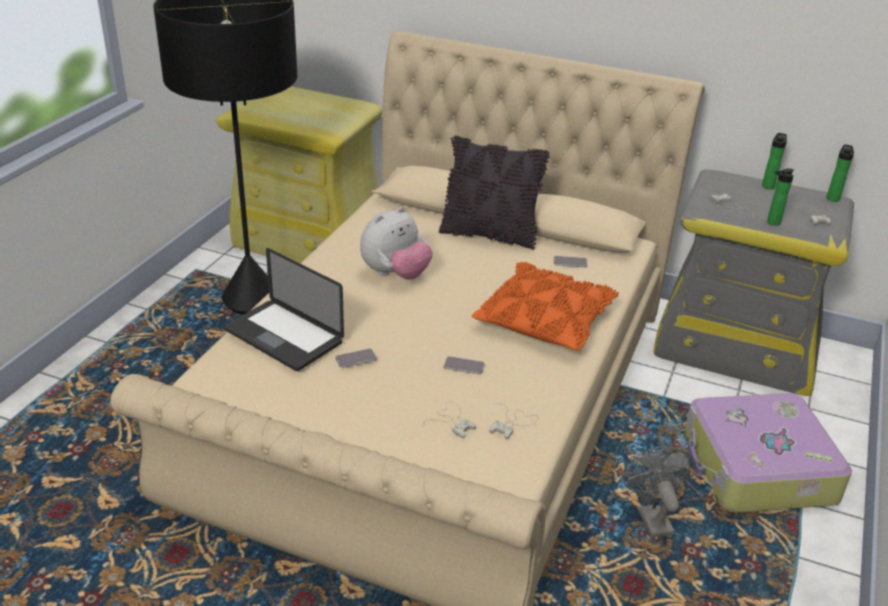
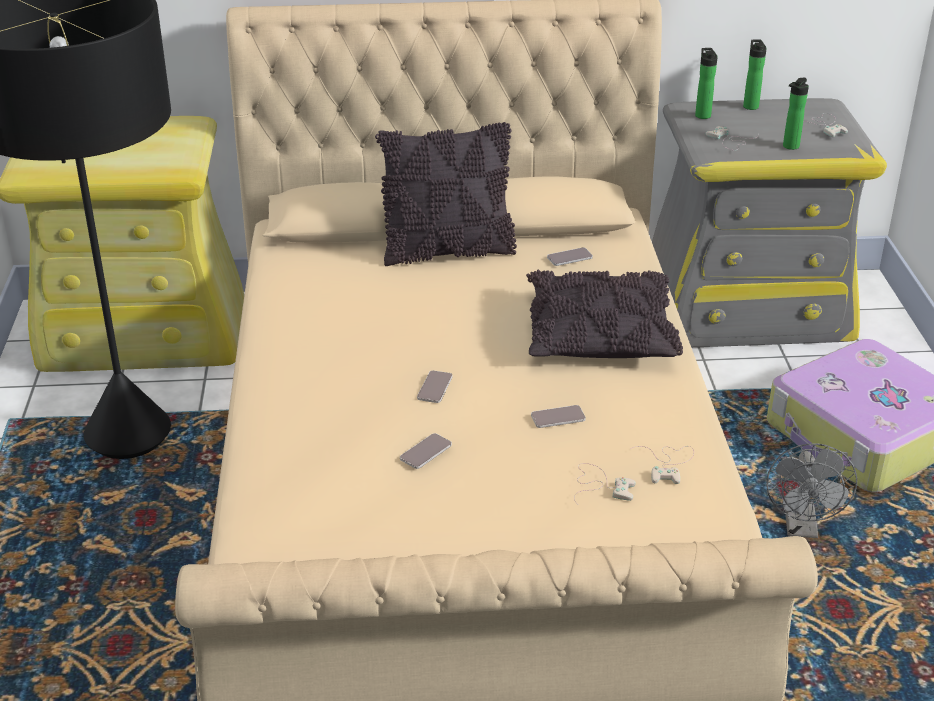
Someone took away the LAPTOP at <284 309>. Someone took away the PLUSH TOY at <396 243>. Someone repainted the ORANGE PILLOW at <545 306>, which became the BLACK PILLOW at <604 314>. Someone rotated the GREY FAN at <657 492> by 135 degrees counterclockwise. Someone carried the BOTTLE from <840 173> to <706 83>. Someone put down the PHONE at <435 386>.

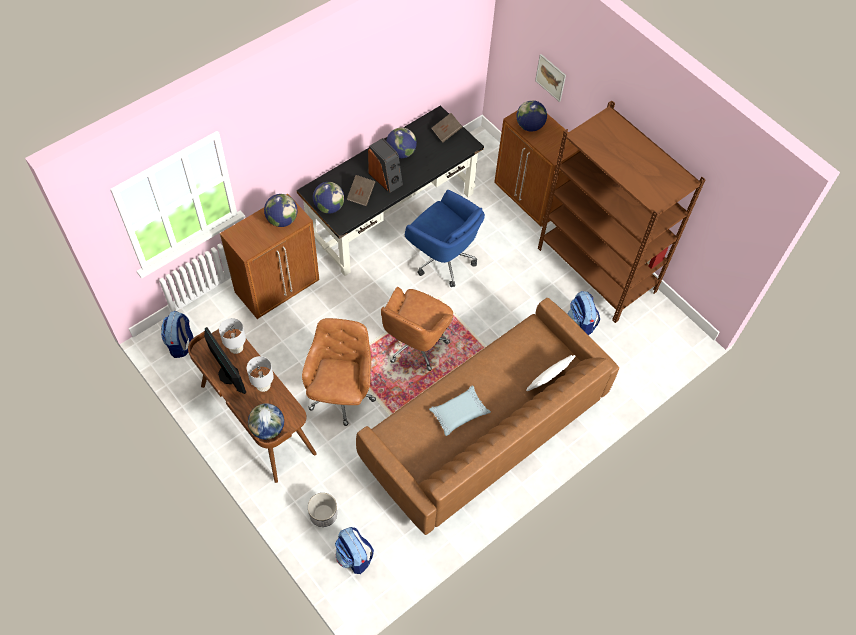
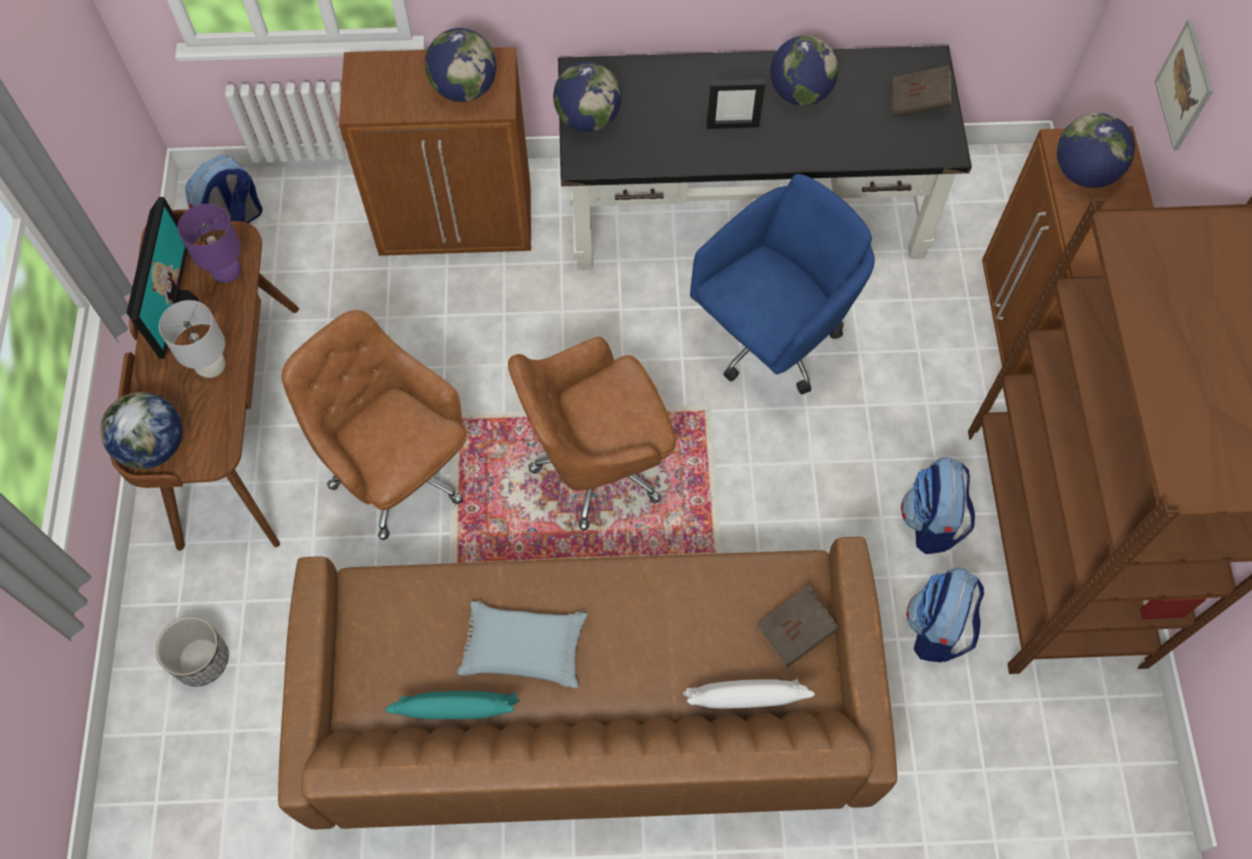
Someone repainted the GREY TABLE LAMP at <232 336>, which became the PURPLE TABLE LAMP at <209 243>. Someone rotated the BROWN OFFICE CHAIR at <339 372> by 90 degrees counterclockwise. Someone carried the BACKPACK from <354 550> to <938 505>. Someone carried the BROWN BOOK from <361 190> to <798 626>. Someone swapped the SPEAKER at <385 165> for the PICTURE FRAME at <736 104>. Someone rotated the BLUE OFFICE CHAIR at <445 238> by 120 degrees counterclockwise. Someone put down the TURQUOISE PILLOW at <452 705>.

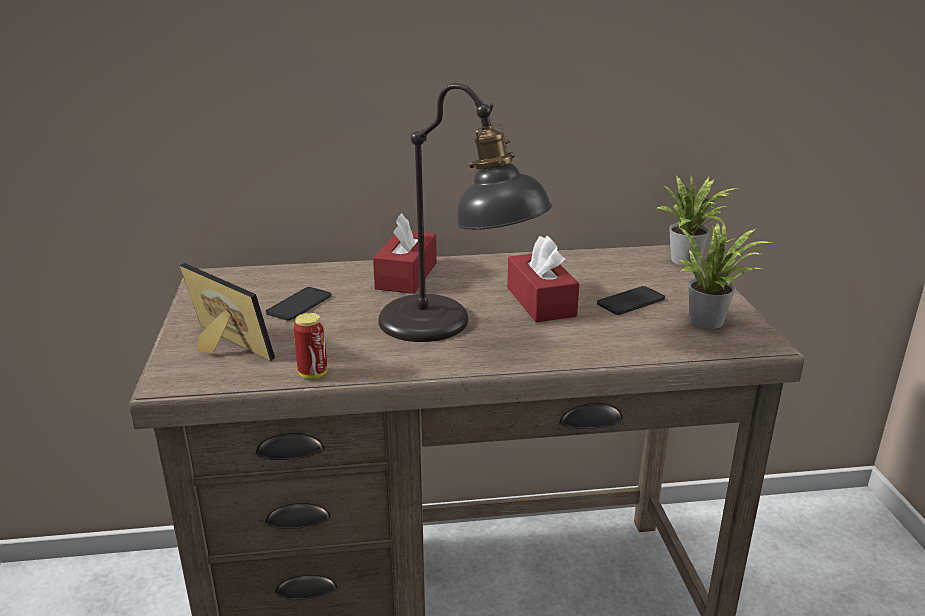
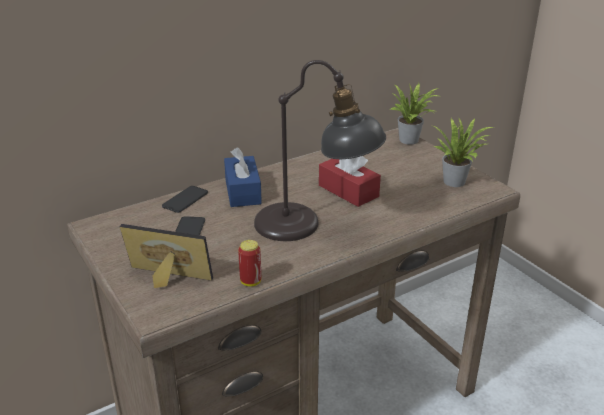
Someone repainted the RED TISSUE BOX at <405 253>, which became the BLUE TISSUE BOX at <243 177>. Someone carried the PHONE from <631 300> to <185 199>.

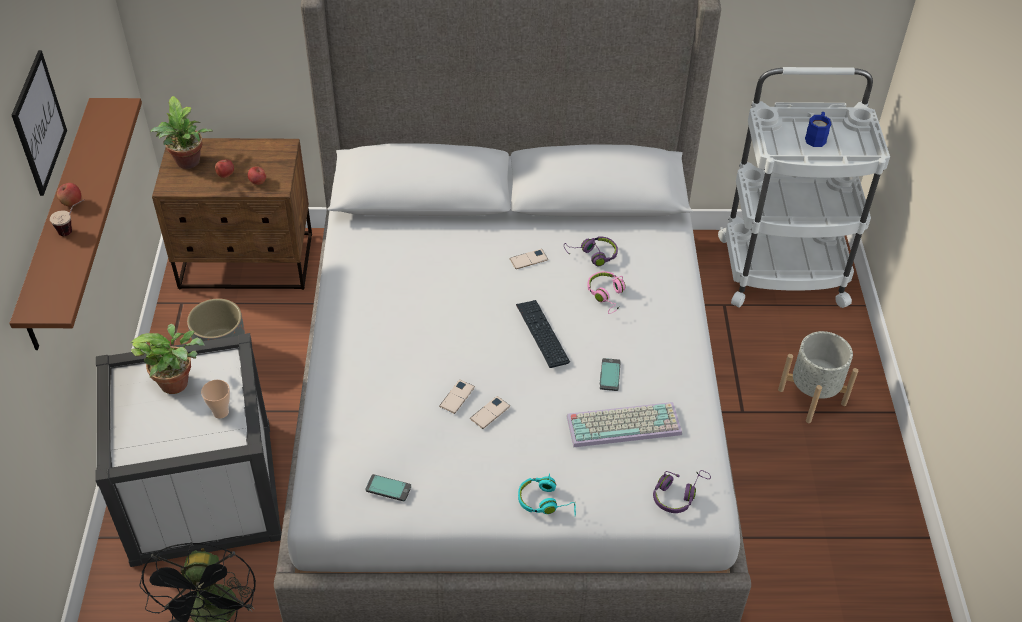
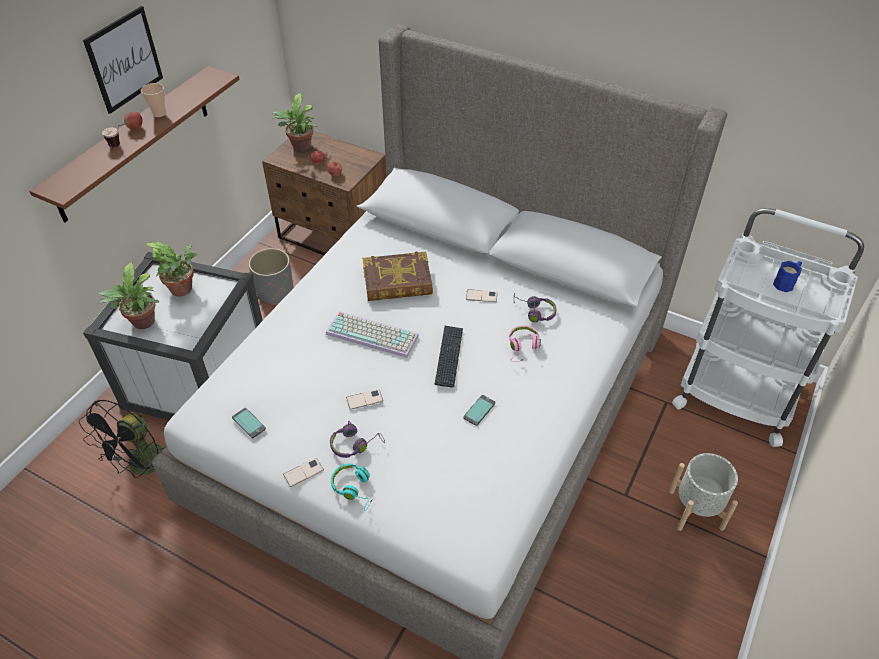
Someone carried the CUP from <215 399> to <153 100>. Someone carried the PHONE from <457 397> to <303 472>. Someone carried the KEYBOARD from <624 424> to <372 334>. Someone carried the PURPLE HEADPHONES from <682 491> to <357 439>. Someone put down the POTTED PLANT at <128 295>. Someone put down the BOOK at <397 276>.

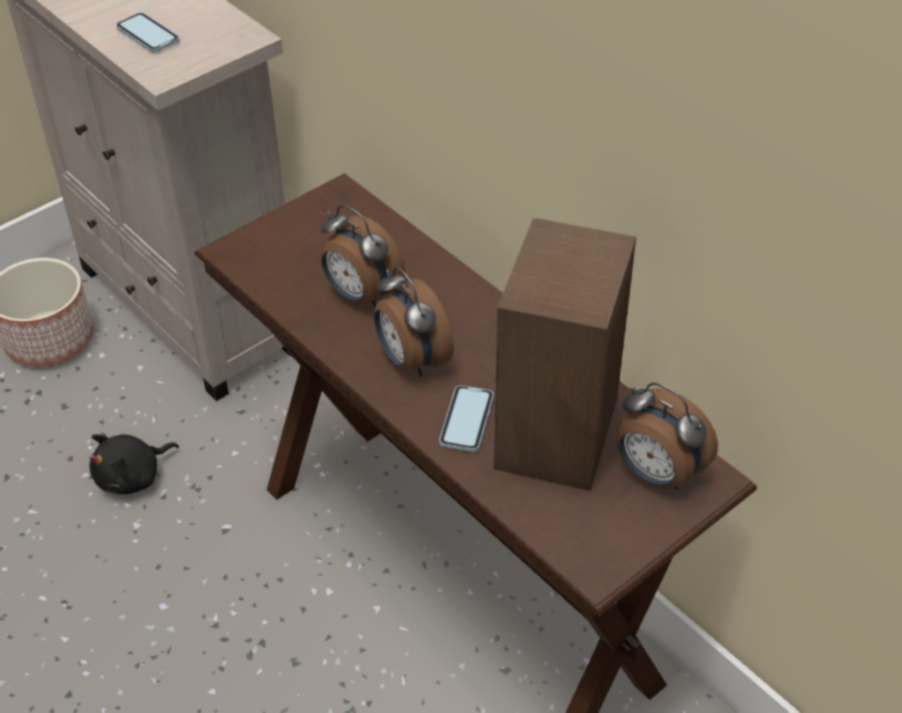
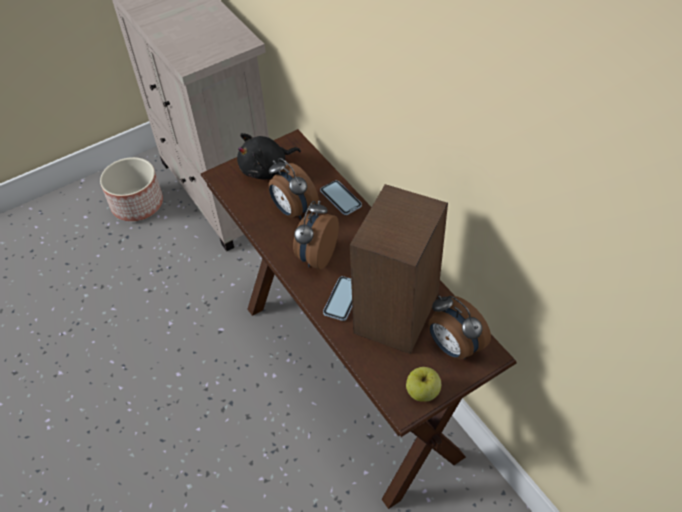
Someone carried the BLACK PLUSH TOY from <134 464> to <269 156>. Someone carried the PHONE from <147 32> to <341 197>. Someone rotated the ALARM CLOCK at <414 322> by 45 degrees clockwise. Someone put down the APPLE at <423 384>.

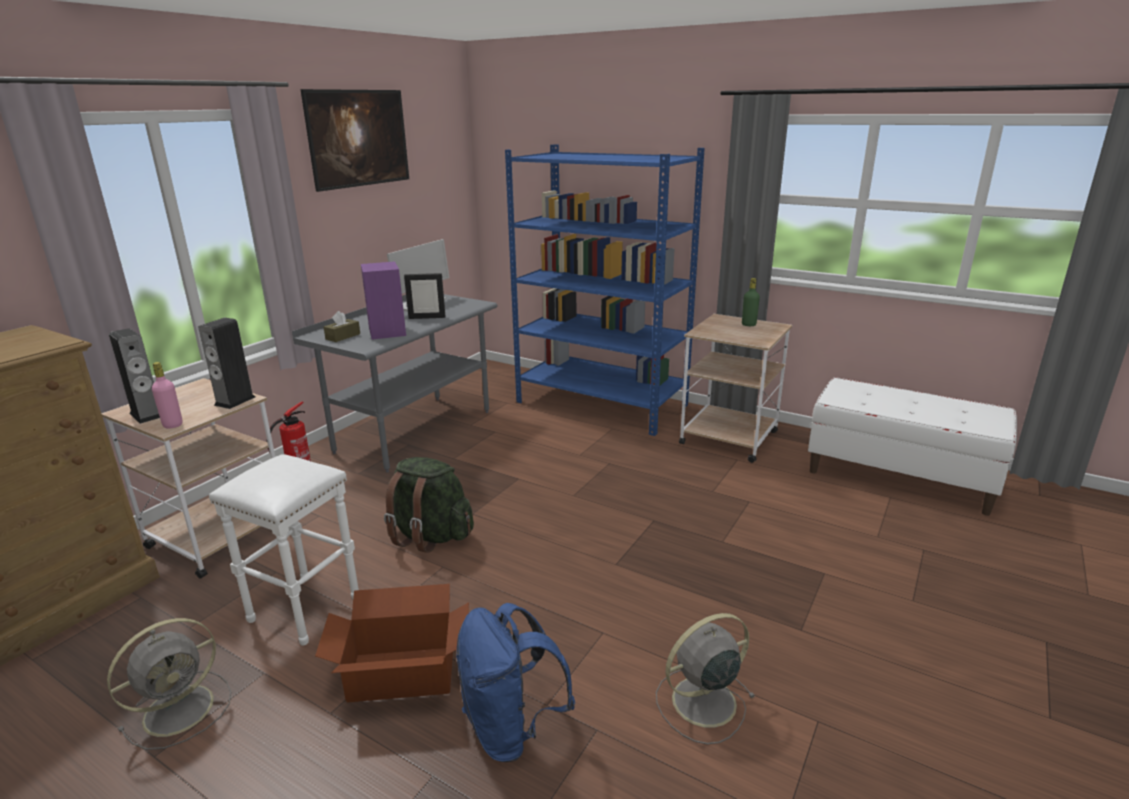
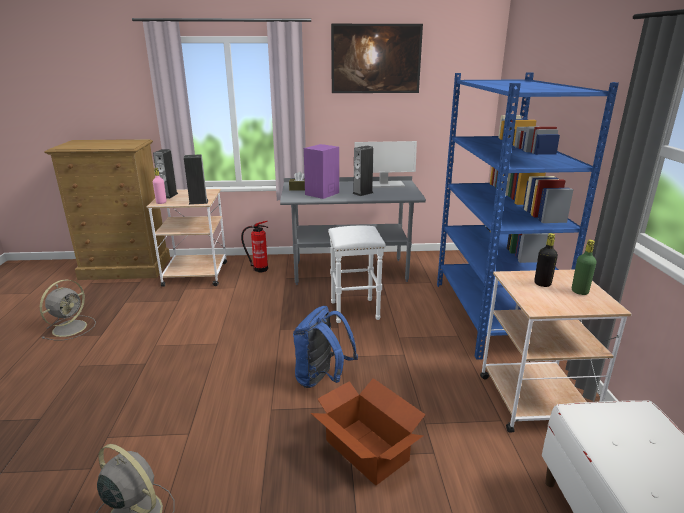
Someone rotated the GREY FAN at <169 684> by 75 degrees counterclockwise. Someone carried the WHITE STOOL from <284 550> to <357 274>. Someone carried the CARDBOARD BOX from <392 643> to <368 432>. Someone took away the GREEN BACKPACK at <429 505>. Someone swapped the PICTURE FRAME at <425 296> for the SPEAKER at <362 171>. Someone carried the BLUE BACKPACK from <515 682> to <325 347>. Someone put down the BLACK BOTTLE at <546 260>.

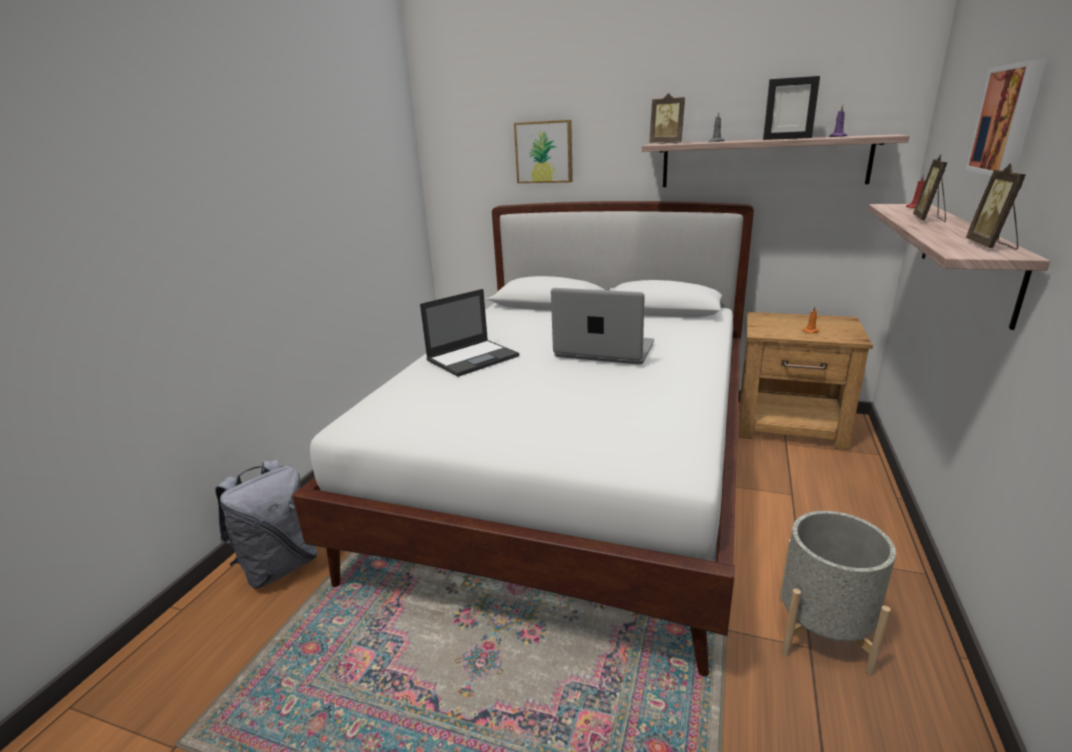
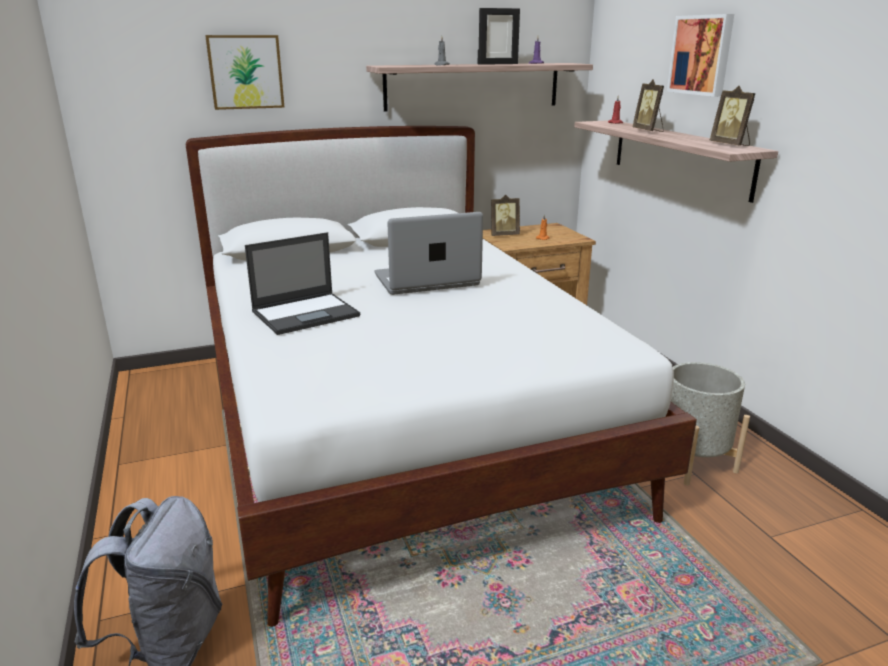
Someone rotated the LAPTOP at <469 333> by 45 degrees clockwise. Someone carried the PICTURE FRAME from <667 118> to <505 215>.

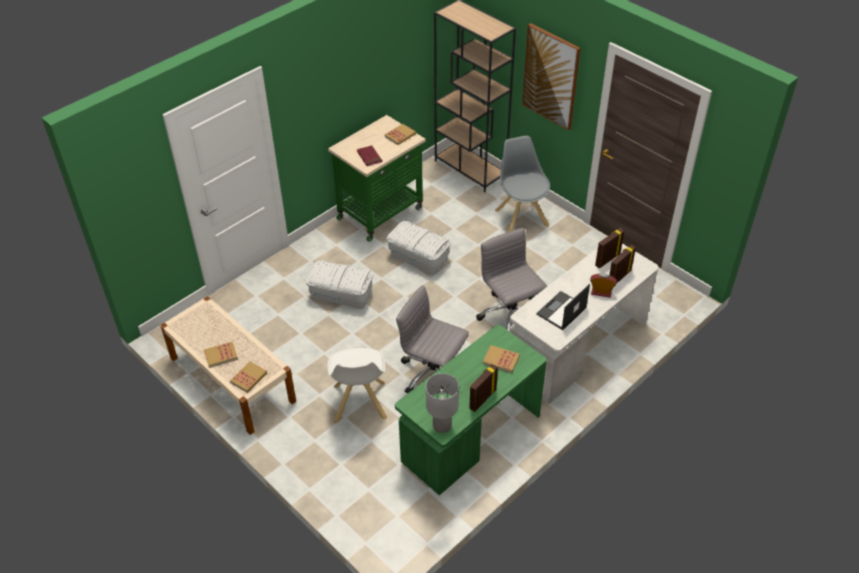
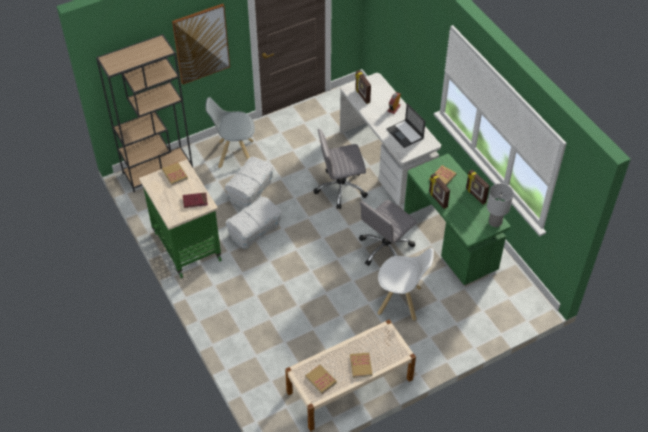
Someone carried the BOOK from <248 377> to <321 379>. Someone carried the WHITE STORAGE BOX from <339 284> to <249 182>. Someone carried the PICTURE FRAME from <622 264> to <439 191>.

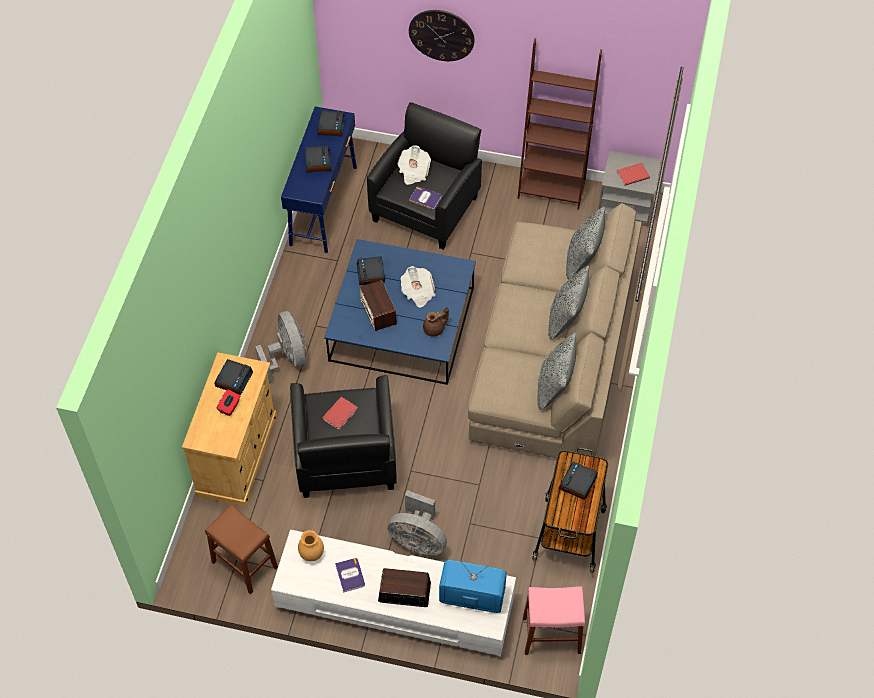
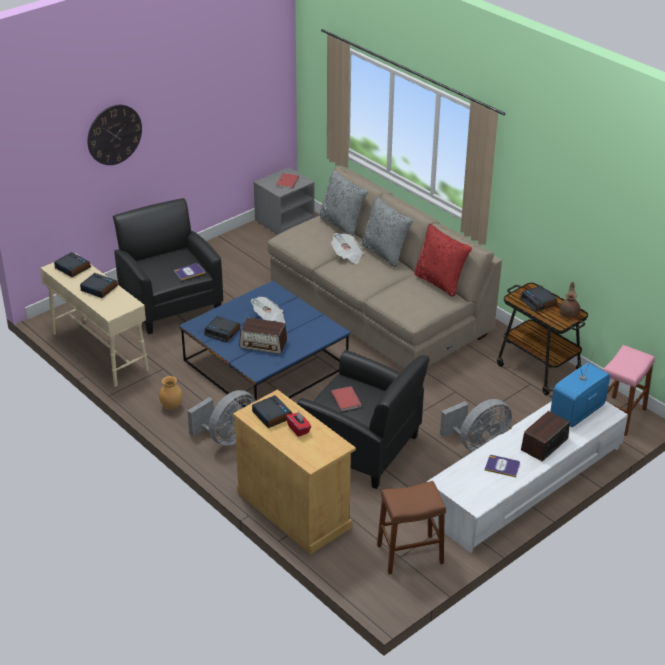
Someone rotated the GREY FAN at <281 347> by 120 degrees clockwise. Someone repainted the BLUE CONSOLE TABLE at <319 179>, which became the BEIGE CONSOLE TABLE at <94 320>. Someone carried the BROWN VASE from <311 546> to <170 393>. Someone carried the NEWSPAPER from <414 165> to <347 248>. Someone carried the BROWN TEAPOT from <436 322> to <569 300>. Someone took away the BROWN BOOKCASE at <559 124>. Someone repainted the GREY PILLOW at <556 371>, which became the RED PILLOW at <443 260>.

